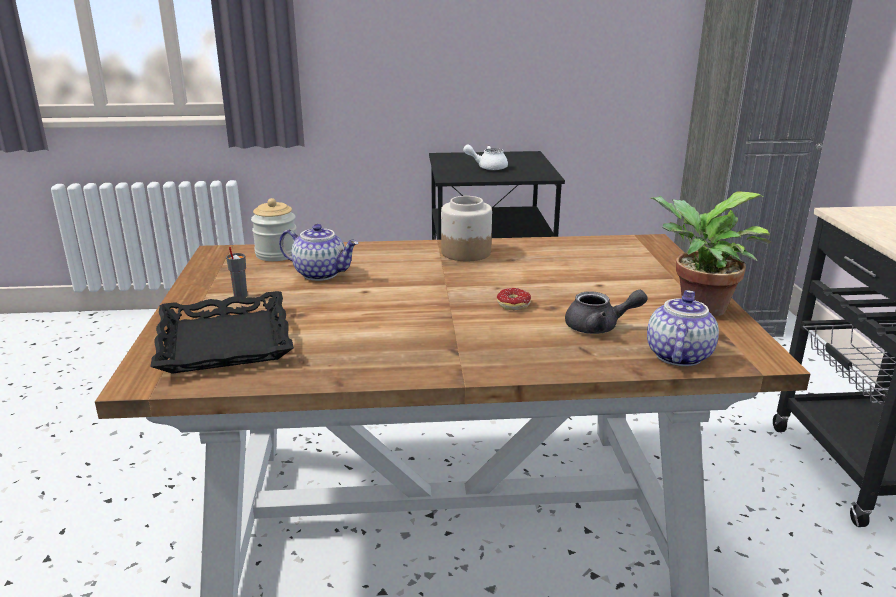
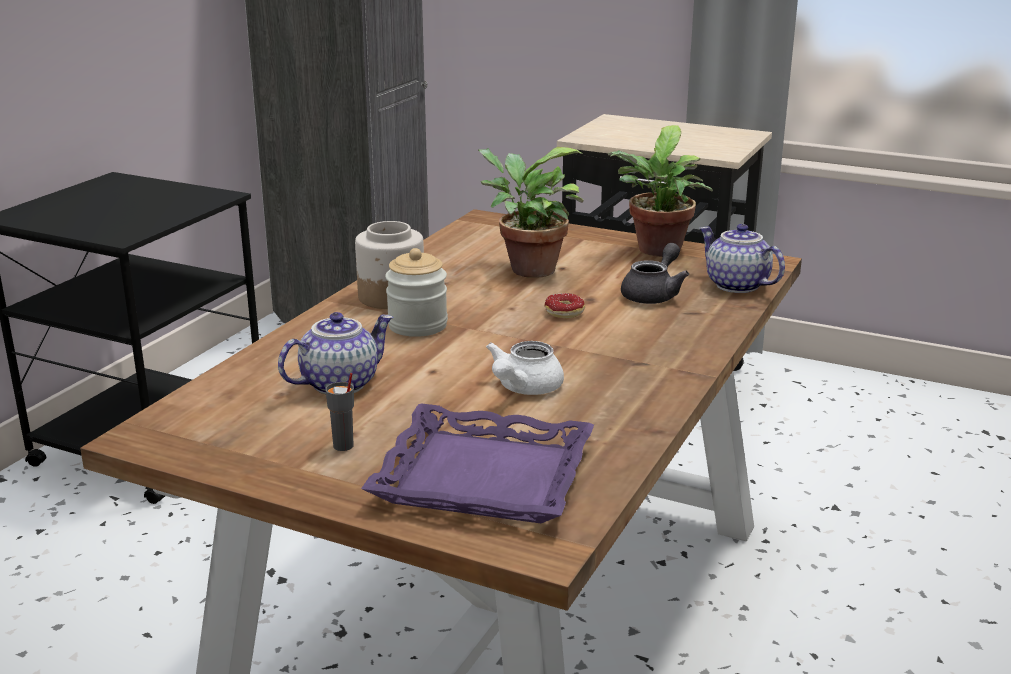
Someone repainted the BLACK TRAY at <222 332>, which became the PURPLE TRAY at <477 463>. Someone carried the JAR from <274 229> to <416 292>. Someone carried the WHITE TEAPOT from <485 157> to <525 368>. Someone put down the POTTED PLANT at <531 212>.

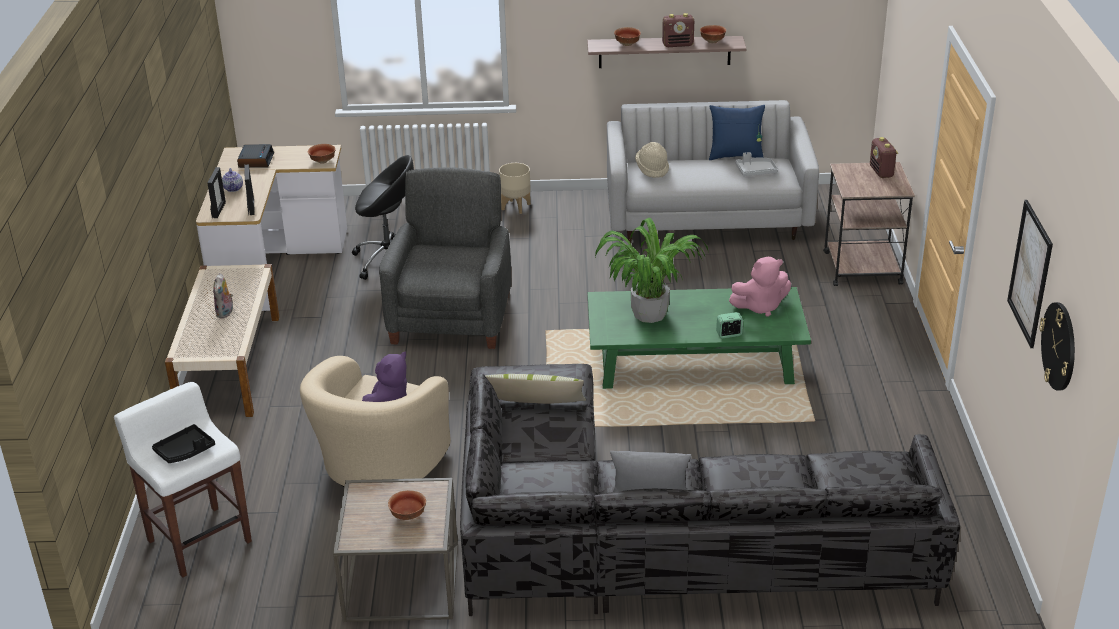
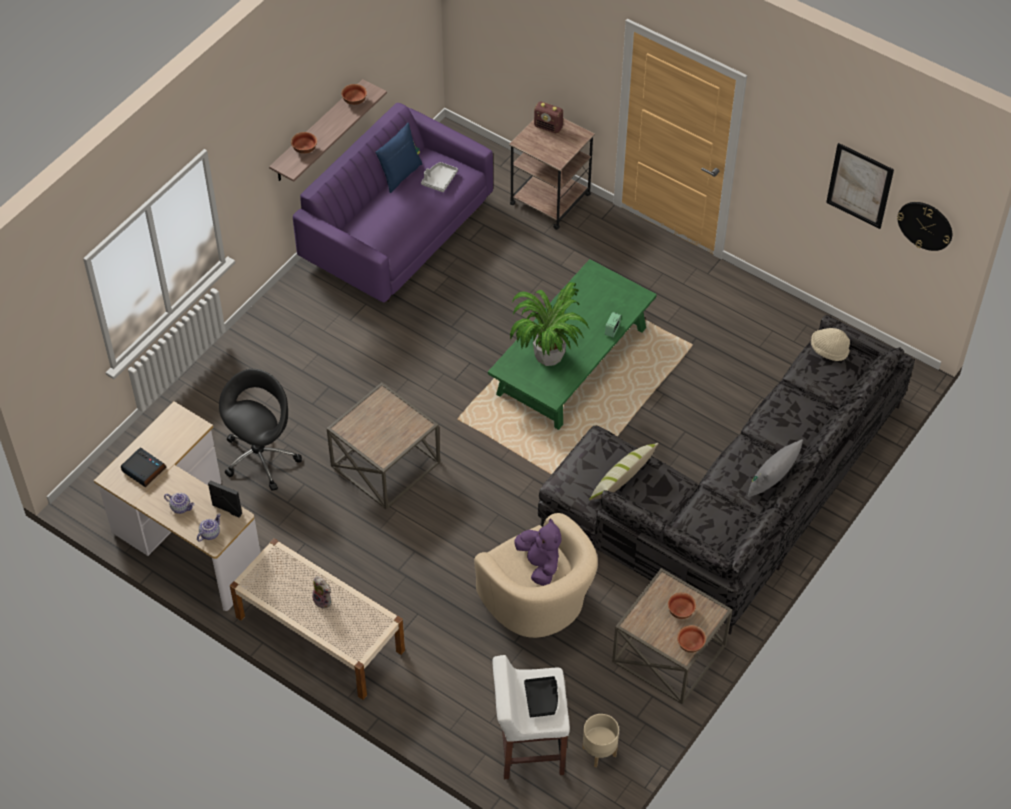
Someone swapped the PICTURE FRAME at <216 192> for the TEAPOT at <209 528>. Someone carried the BOWL from <322 154> to <691 639>. Someone swapped the GREY ARMCHAIR at <445 258> for the BROWN SIDE TABLE at <383 446>. Someone carried the BEIGE PLANTER from <515 188> to <600 741>. Someone repainted the GREY SOFA at <713 171>, which became the PURPLE SOFA at <393 203>. Someone carried the BEIGE HAT from <652 160> to <830 344>. Someone took away the RADIO at <678 30>. Someone took away the PINK PLUSH TOY at <760 287>.

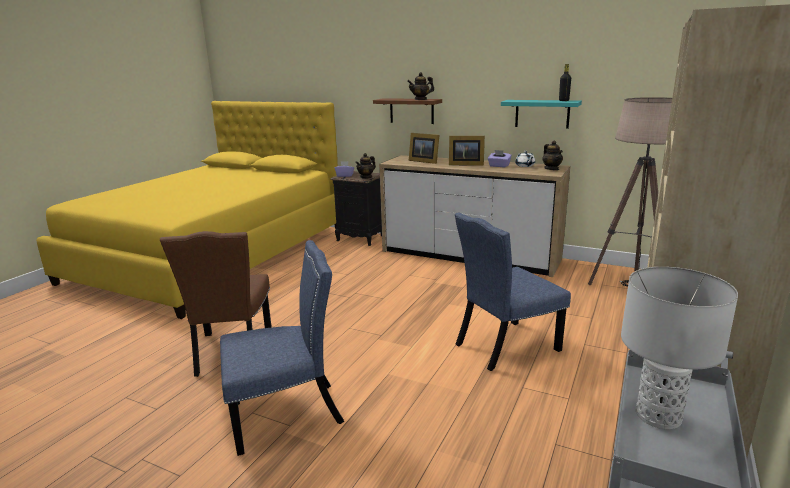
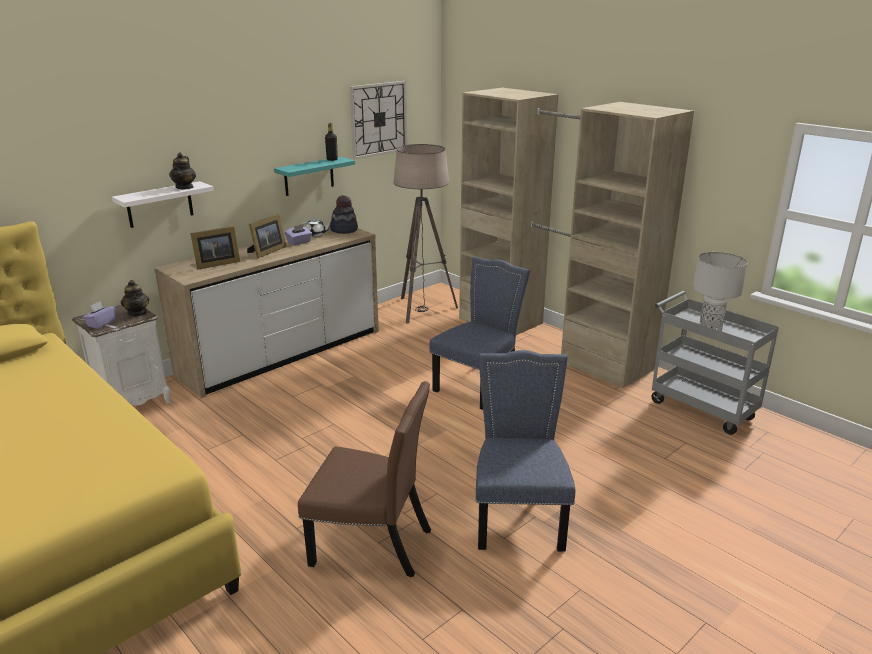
Someone repainted the BLACK NIGHTSTAND at <356 208>, which became the WHITE NIGHTSTAND at <121 355>. Someone repainted the BROWN SHELF at <407 111>, which became the WHITE SHELF at <163 204>. Someone rotated the BLUE CHAIR at <513 292> by 135 degrees counterclockwise. Someone swapped the TEAPOT at <552 155> for the HAT at <344 214>. Someone put up the WALL CLOCK at <378 120>.

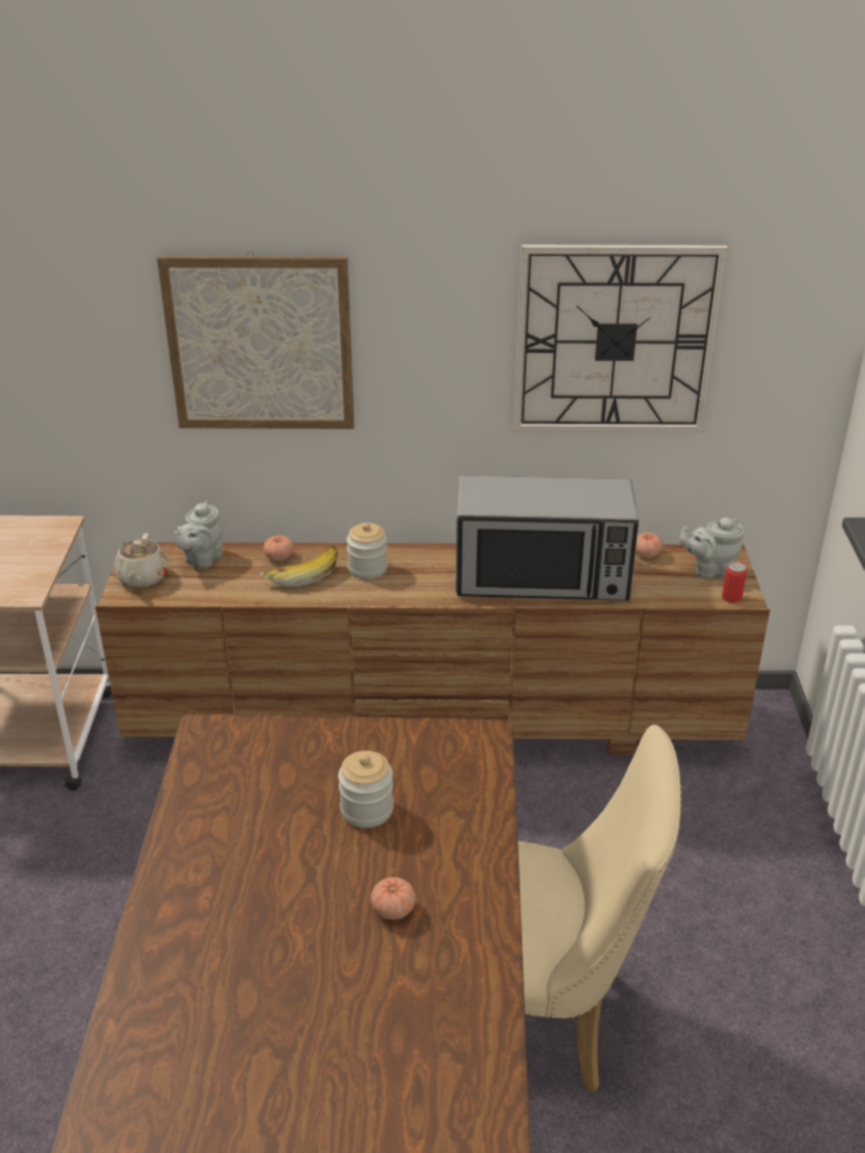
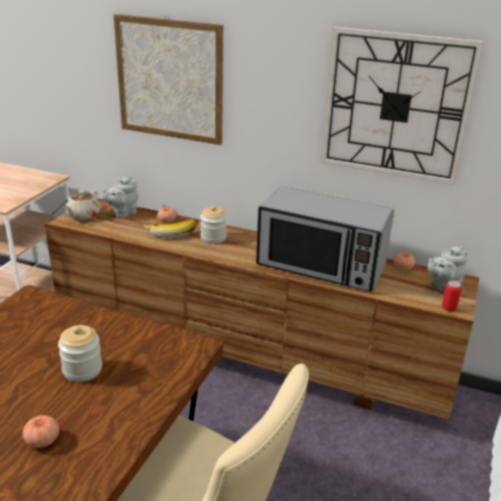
Someone rotated the GREY TEAPOT at <711 548> by 45 degrees counterclockwise.

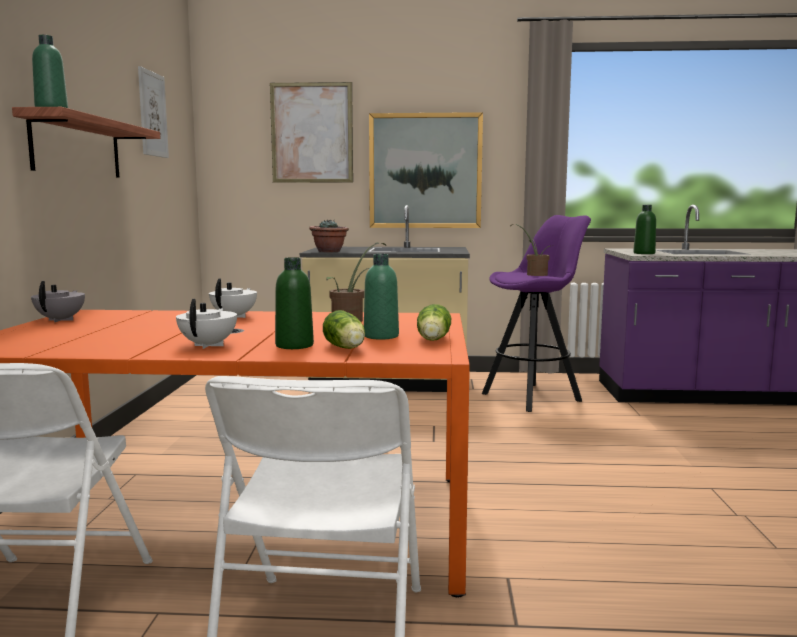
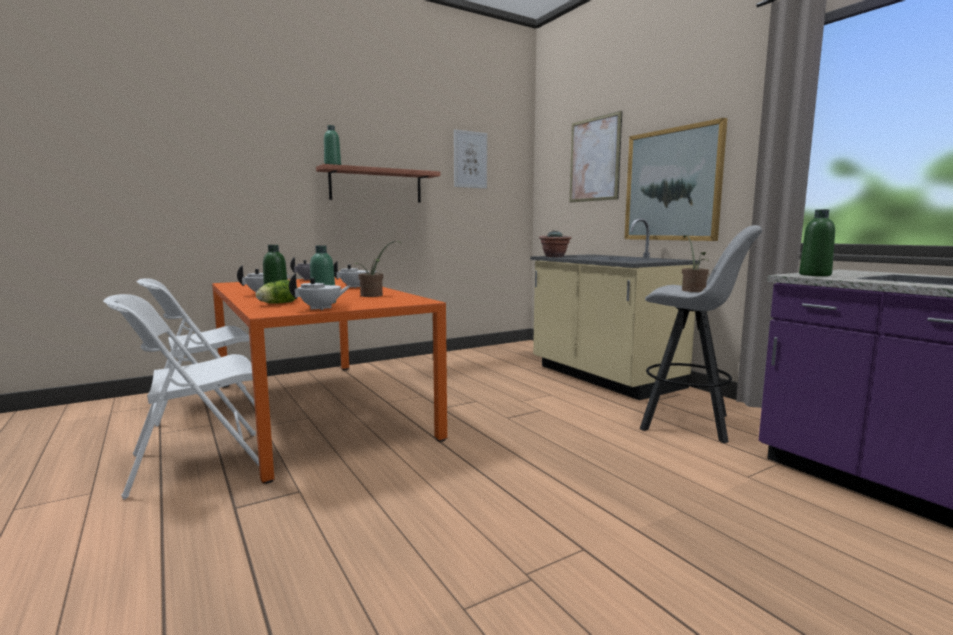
Someone swapped the LETTUCE at <434 322> for the WHITE TEAPOT at <320 291>. Someone repainted the PURPLE STOOL at <536 313>, which became the GREY STOOL at <701 334>.

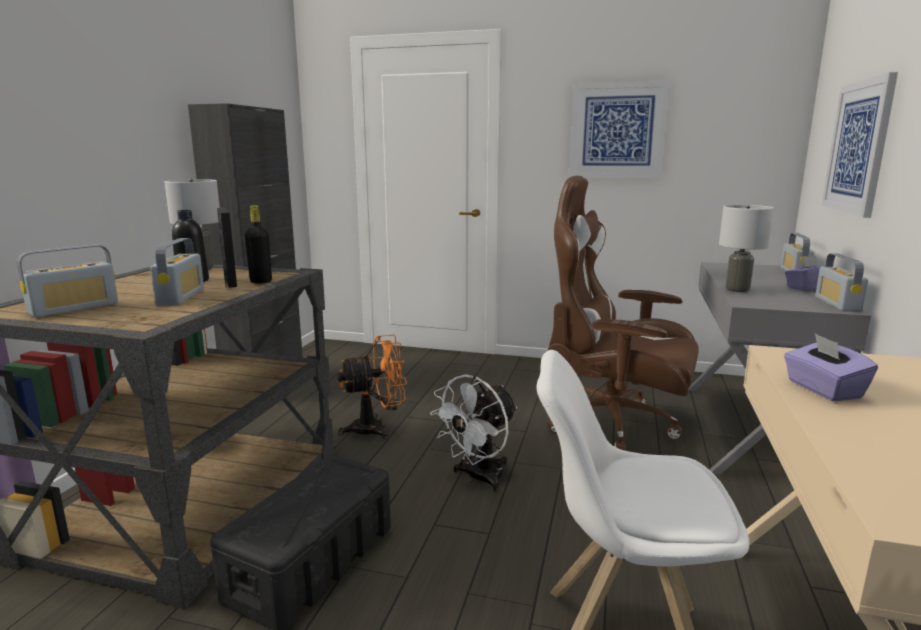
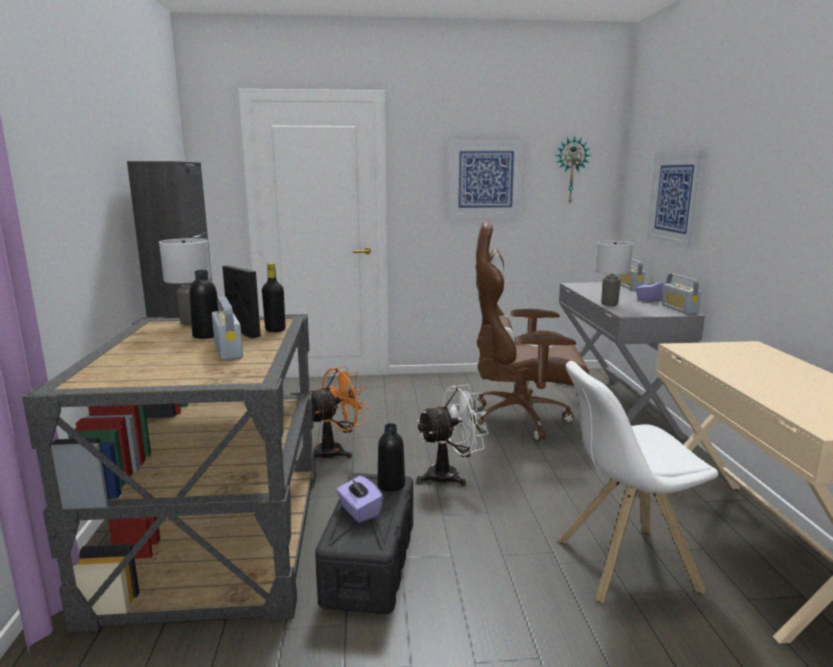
Someone took away the RADIO at <67 281>. Someone rotated the WHITE FAN at <473 433> by 135 degrees counterclockwise. Someone carried the PURPLE TISSUE BOX from <831 367> to <359 499>. Someone put down the BLACK BOTTLE at <391 457>. Someone put up the WALL CLOCK at <573 169>.

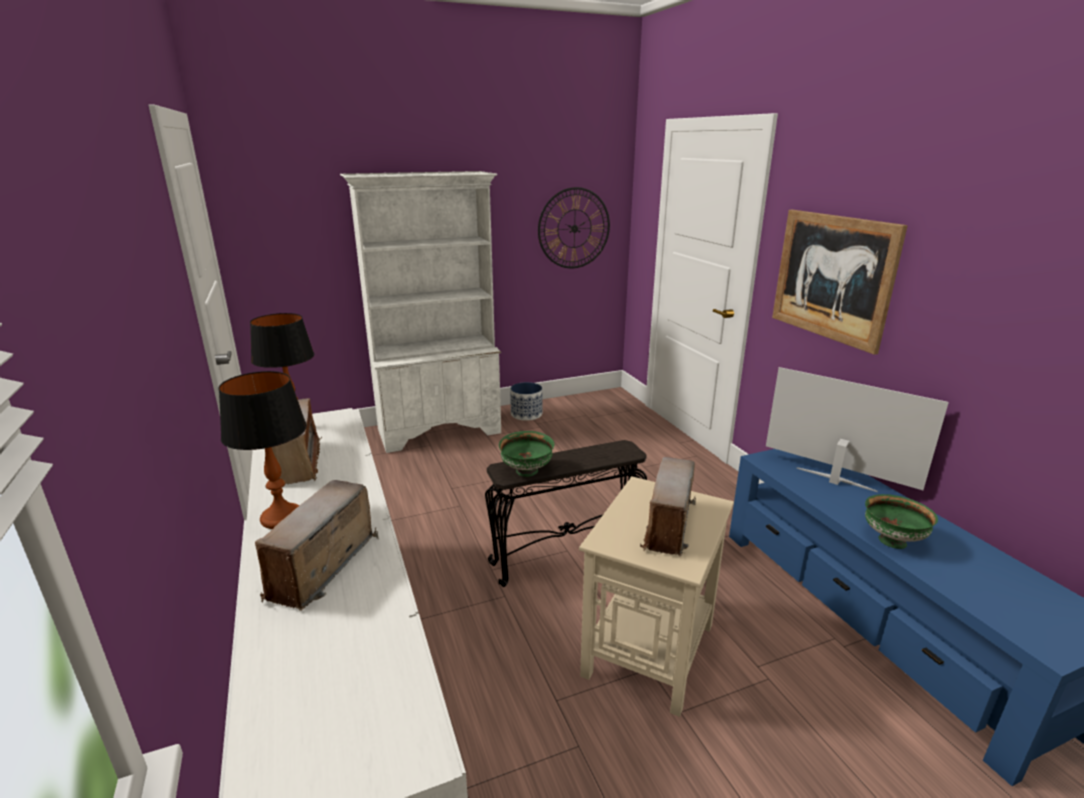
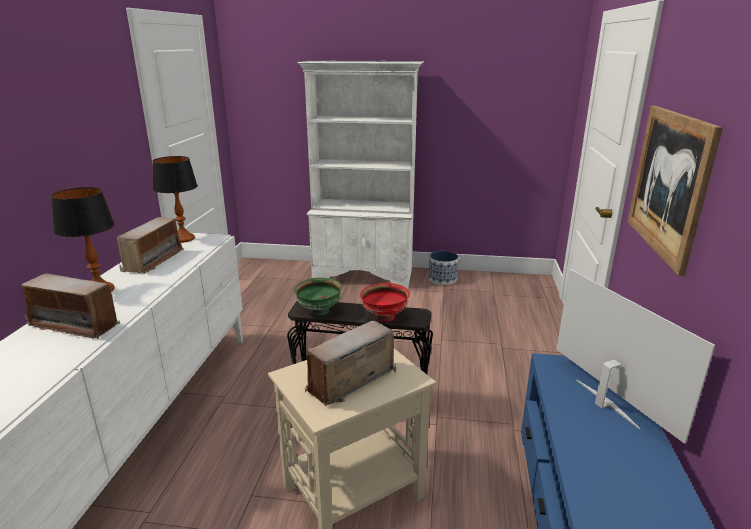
Someone rotated the RADIO at <316 545> by 120 degrees counterclockwise. Someone took away the WALL CLOCK at <574 228>. Someone took away the GREEN BOWL at <901 521>. Someone put down the RED BOWL at <385 302>.

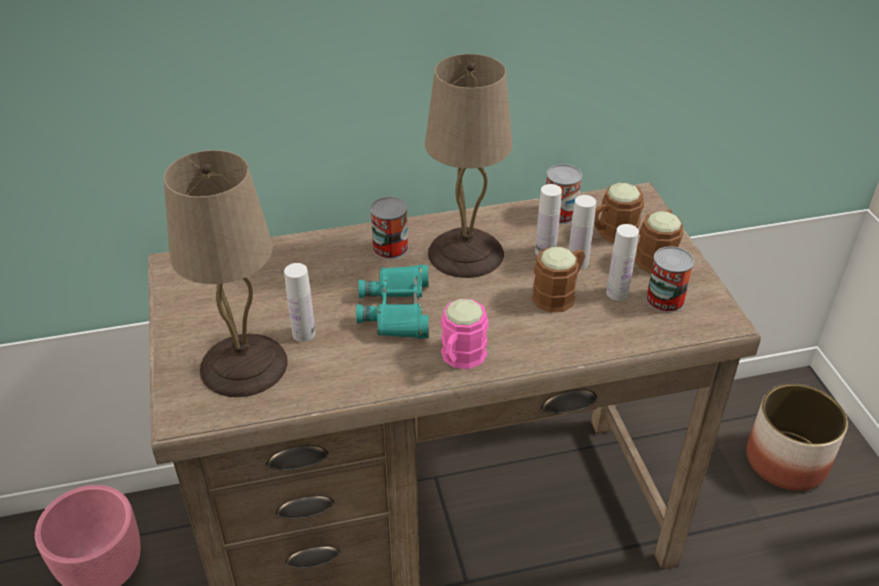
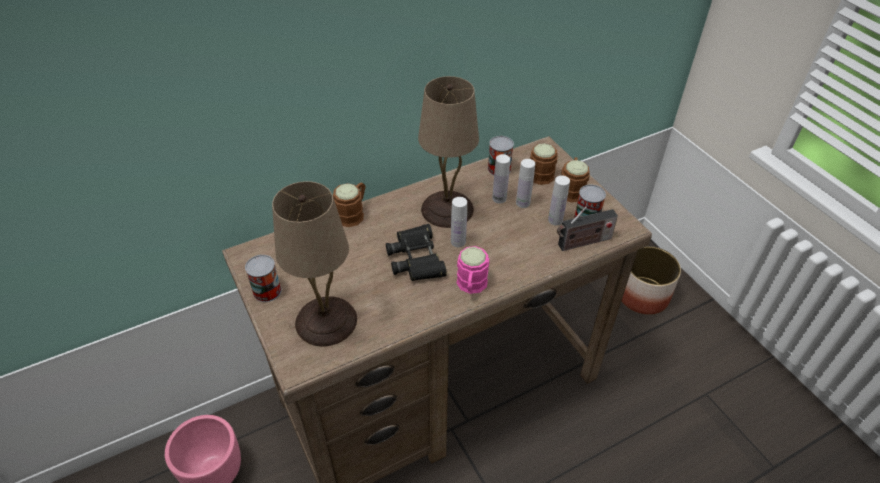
Someone carried the WHITE BOTTLE from <299 302> to <459 222>. Someone repainted the TURQUOISE BINOCULARS at <392 302>, which became the BLACK BINOCULARS at <416 252>. Someone carried the CAN from <389 228> to <263 278>. Someone carried the BROWN MUG from <558 280> to <349 204>. Someone put down the RADIO at <587 228>.

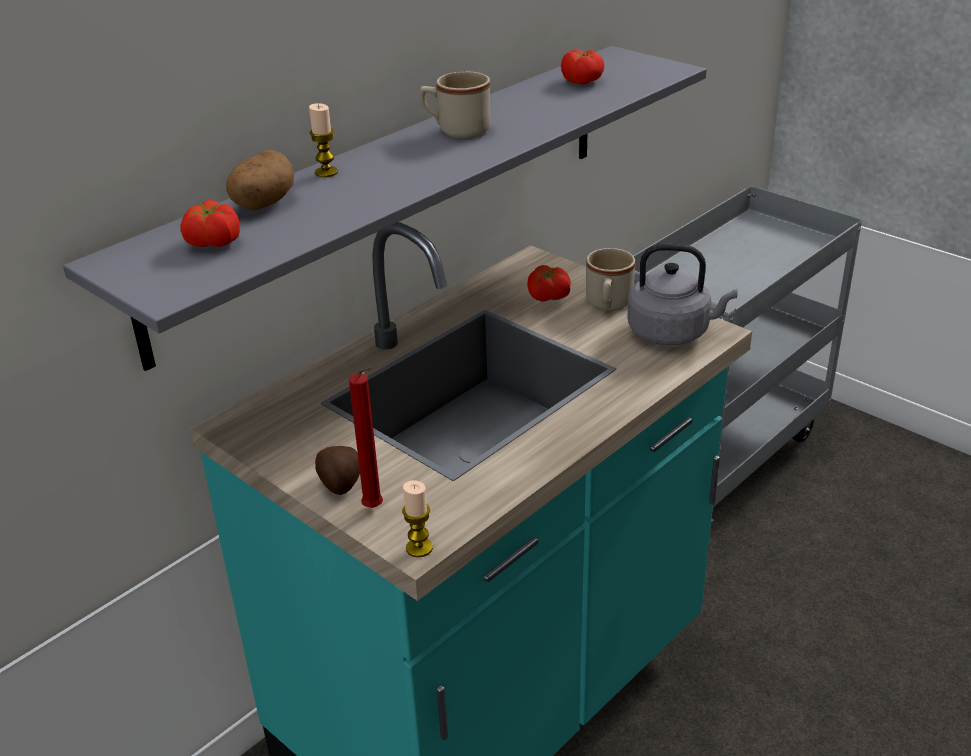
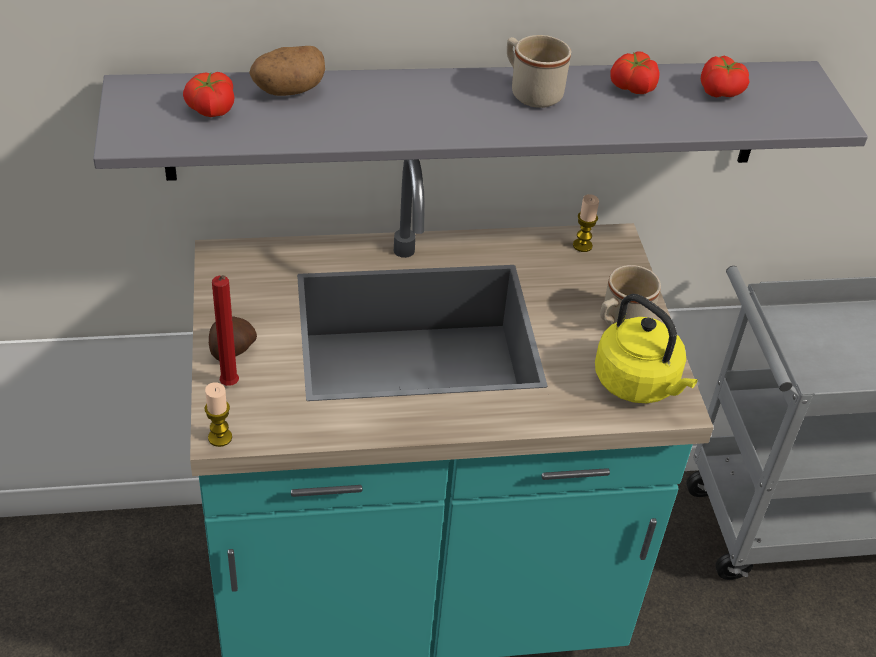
Someone carried the CANDLE from <323 140> to <586 223>. Someone carried the TOMATO from <549 283> to <635 72>. Someone repainted the GREY KETTLE at <682 295>, which became the YELLOW KETTLE at <646 348>.

